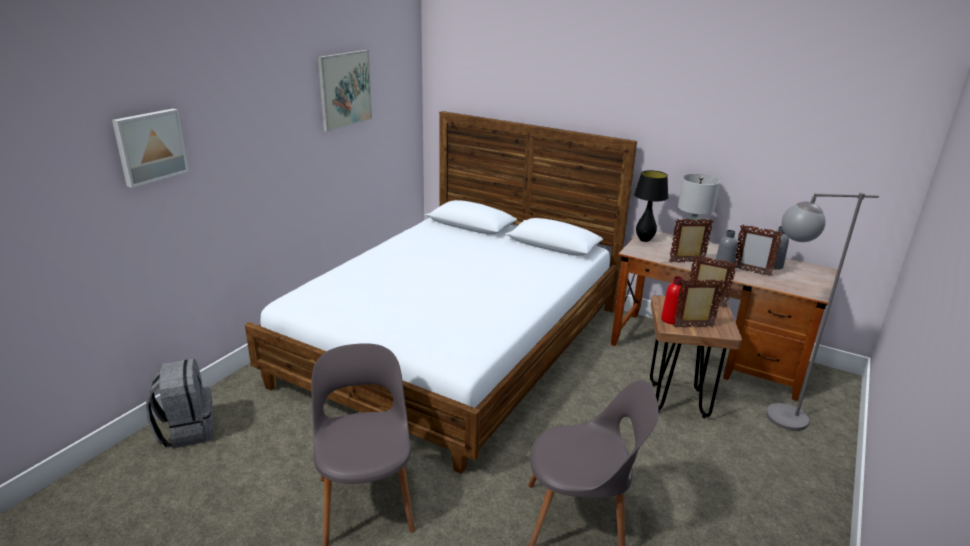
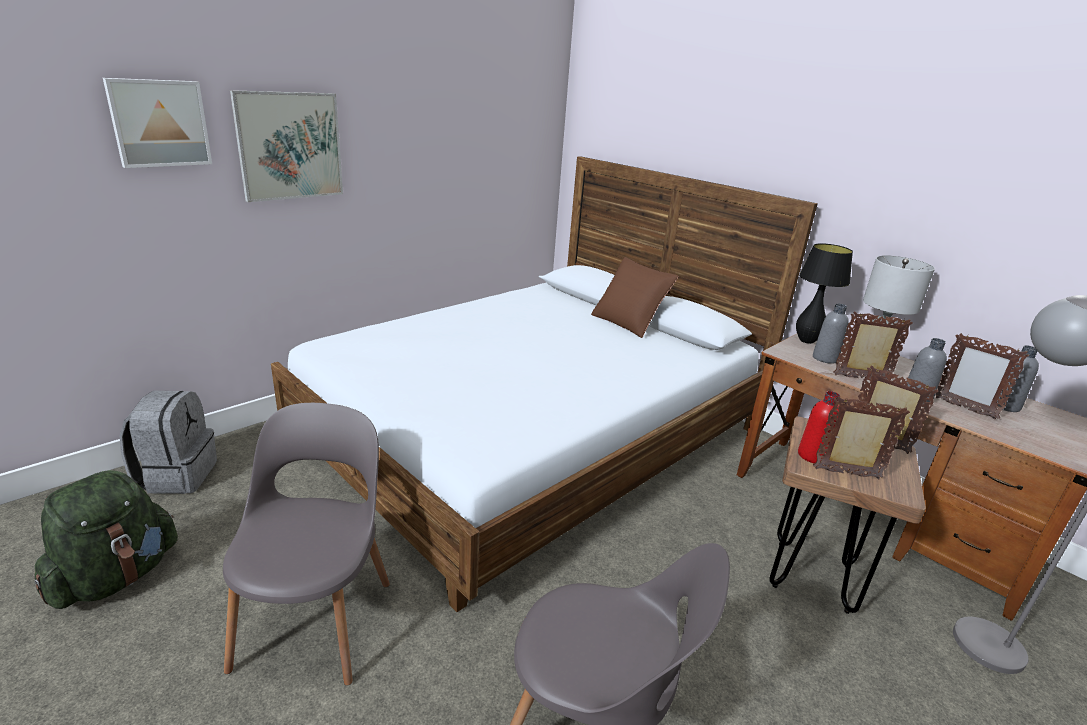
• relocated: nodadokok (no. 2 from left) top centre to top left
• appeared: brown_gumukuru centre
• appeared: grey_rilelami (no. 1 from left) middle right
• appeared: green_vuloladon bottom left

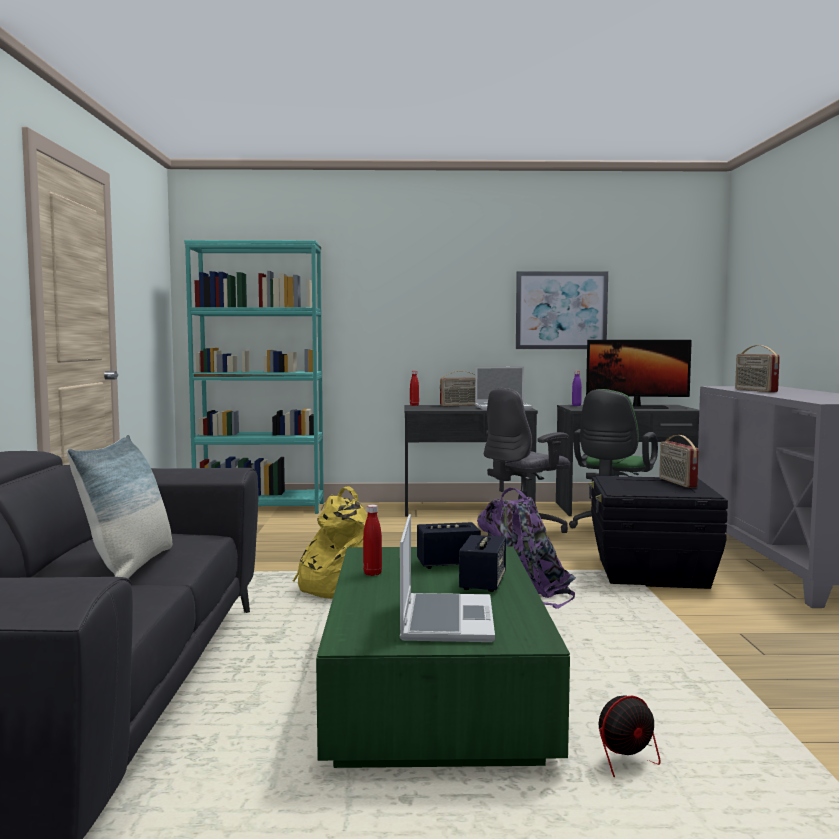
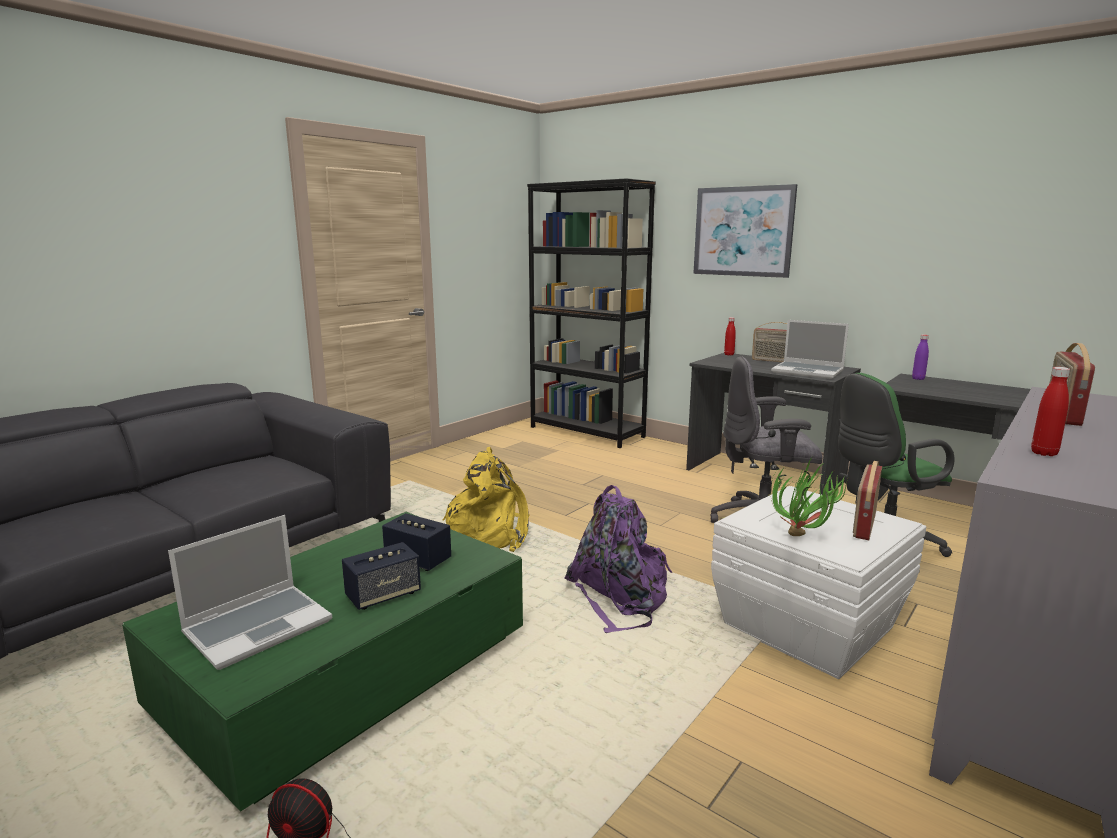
• colour: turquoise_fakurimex middle left to black_fakurimex centre
• relocated: nodadokok middle right to top right
• missing: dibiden middle right
• missing: gumukuru middle left
• colour: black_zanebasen middle right to white_zanebasen bottom right
• relocated: red_rilelami (no. 1 from left in the first image) centre to red_rilelami (no. 2 from left) middle right
• appeared: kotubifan middle right

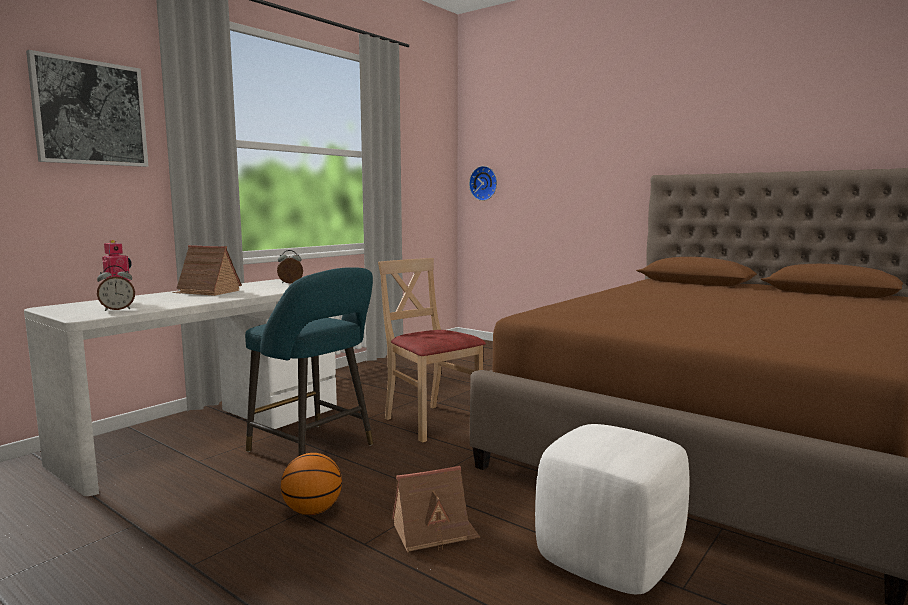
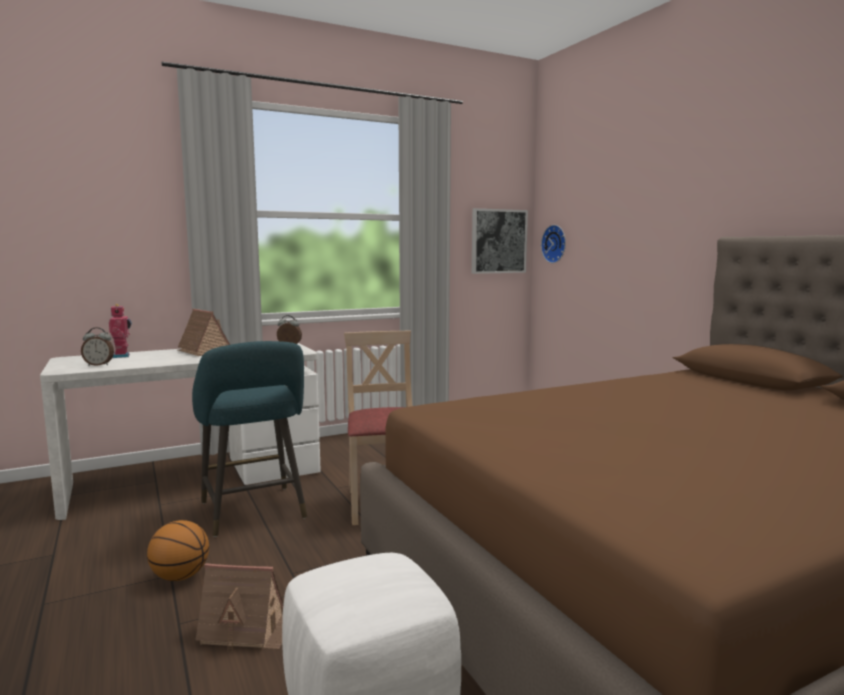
• relocated: nodadokok top left to centre

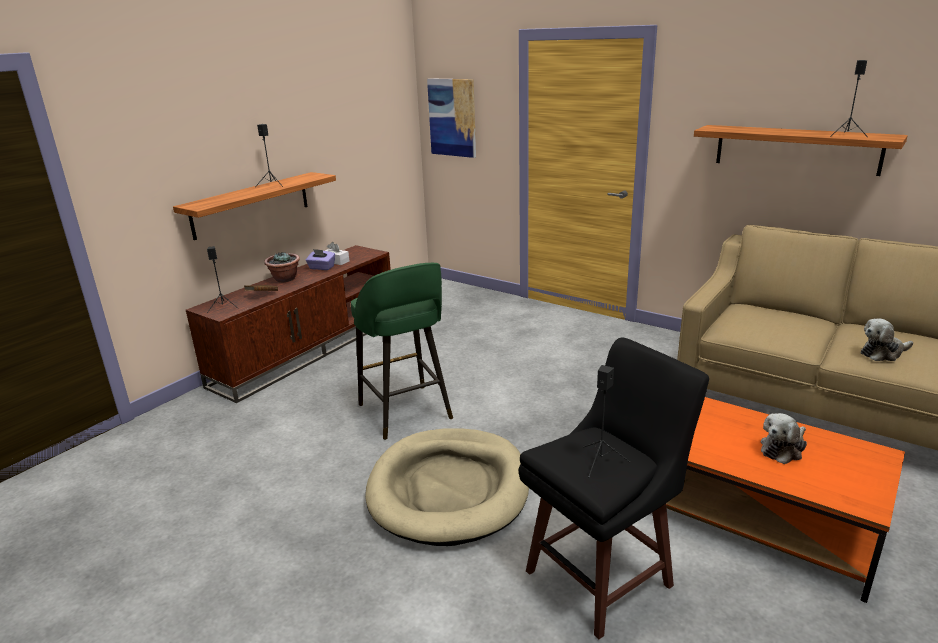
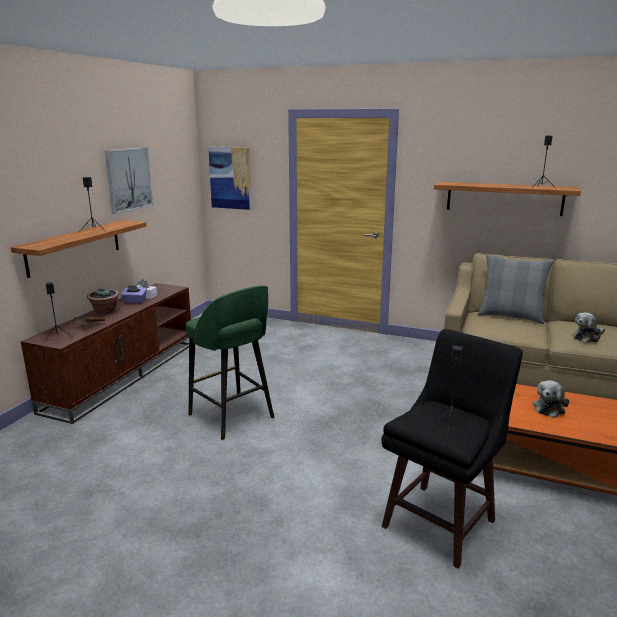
• missing: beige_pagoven bottom centre
• appeared: nodadokok (no. 1 from left) top left
• appeared: grey_gumukuru middle right

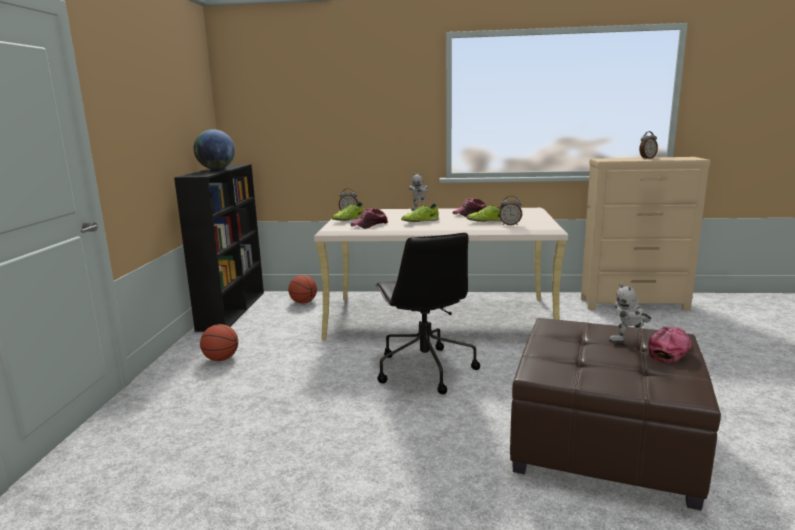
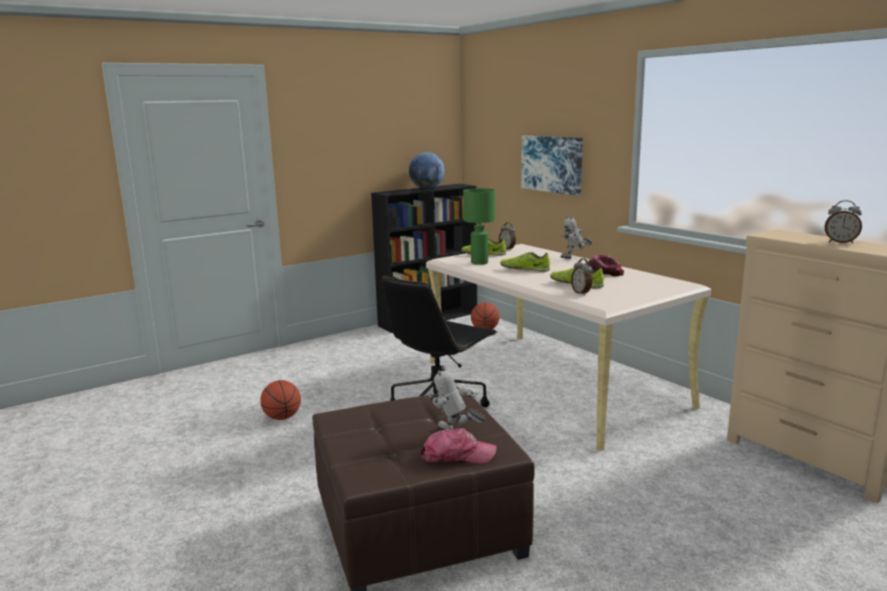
• exchanged: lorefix (no. 1 from left) centre to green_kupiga centre
• relocated: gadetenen (no. 1 from left) middle left to bottom left
• appeared: nodadokok top centre

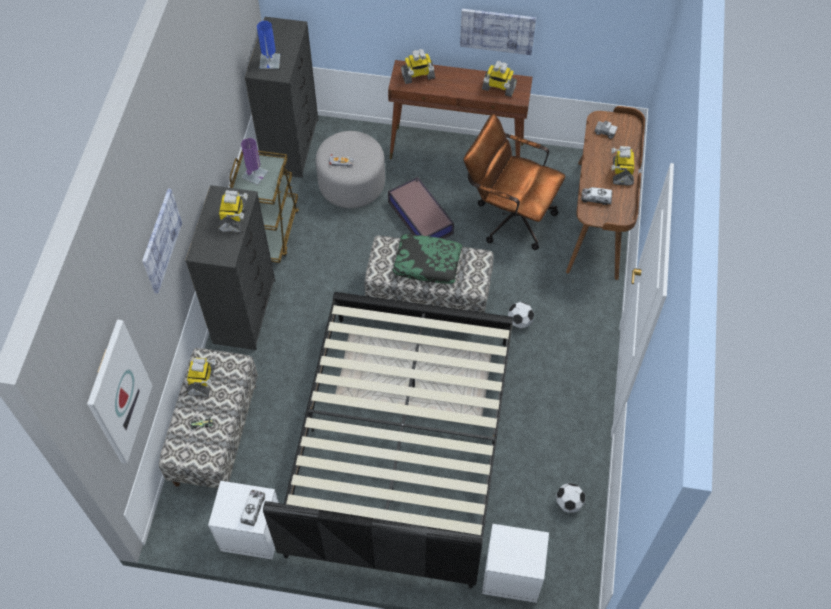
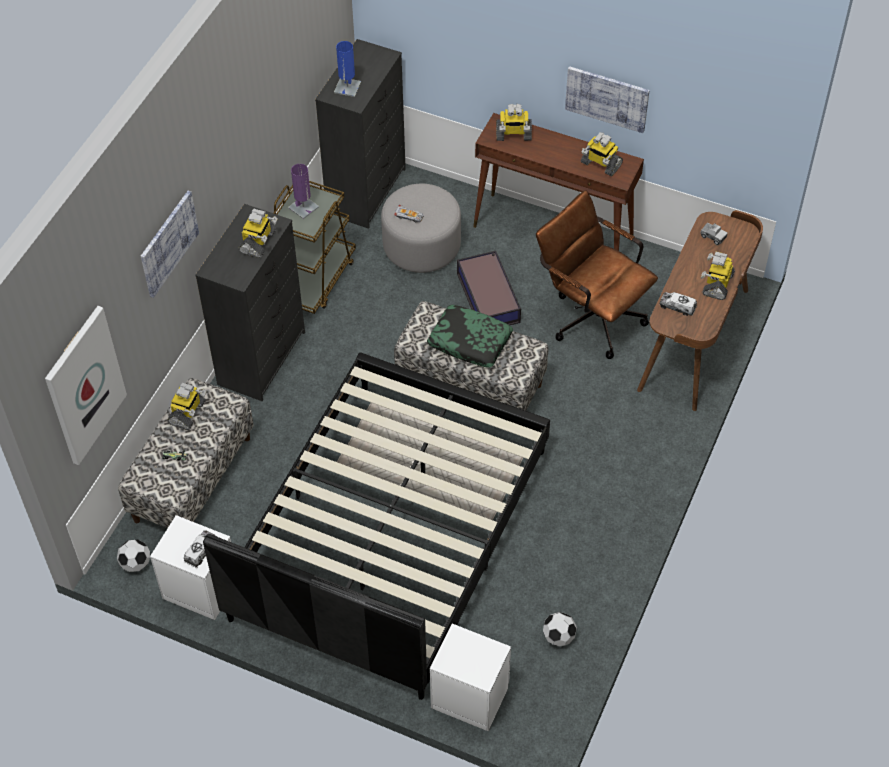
• relocated: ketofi (no. 1 from left) centre to bottom left

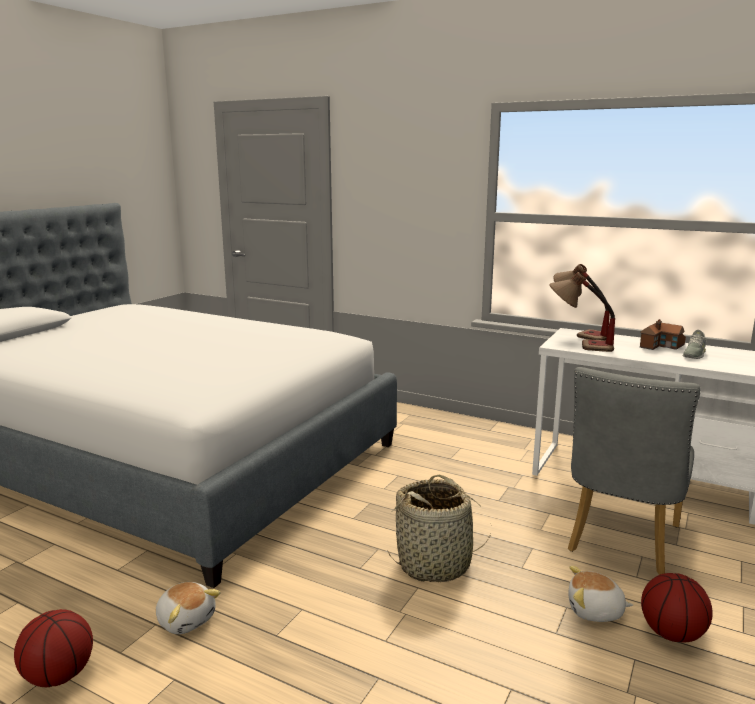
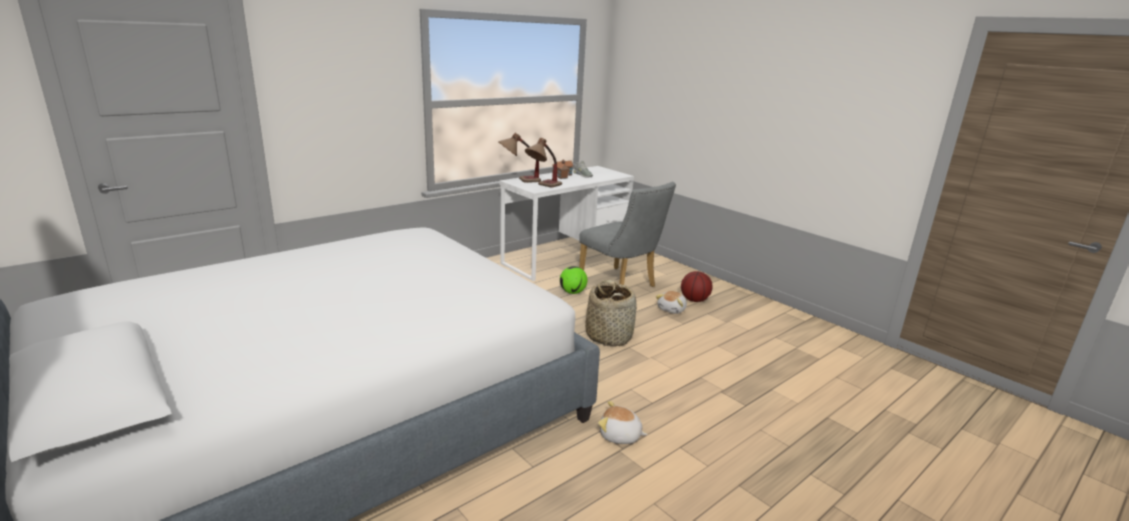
• spun: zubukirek (no. 1 from left) bottom left = bottom centre 135 degrees counterclockwise
• missing: gadetenen (no. 1 from left) bottom left
• appeared: ketofi centre

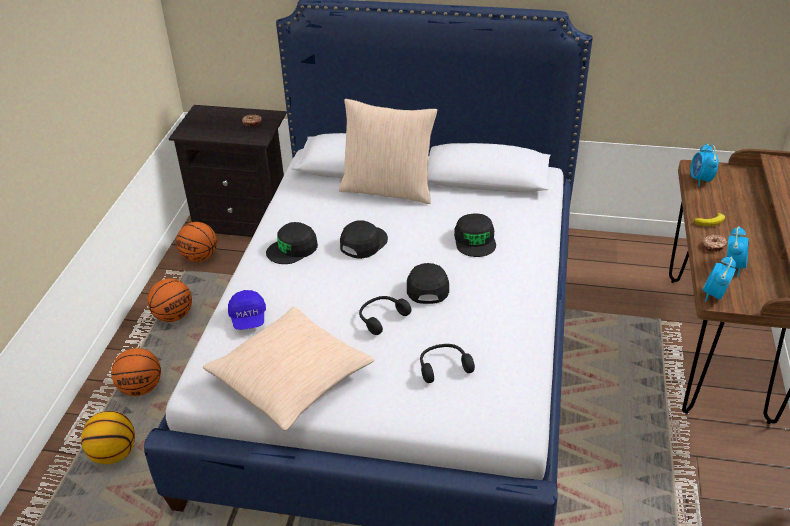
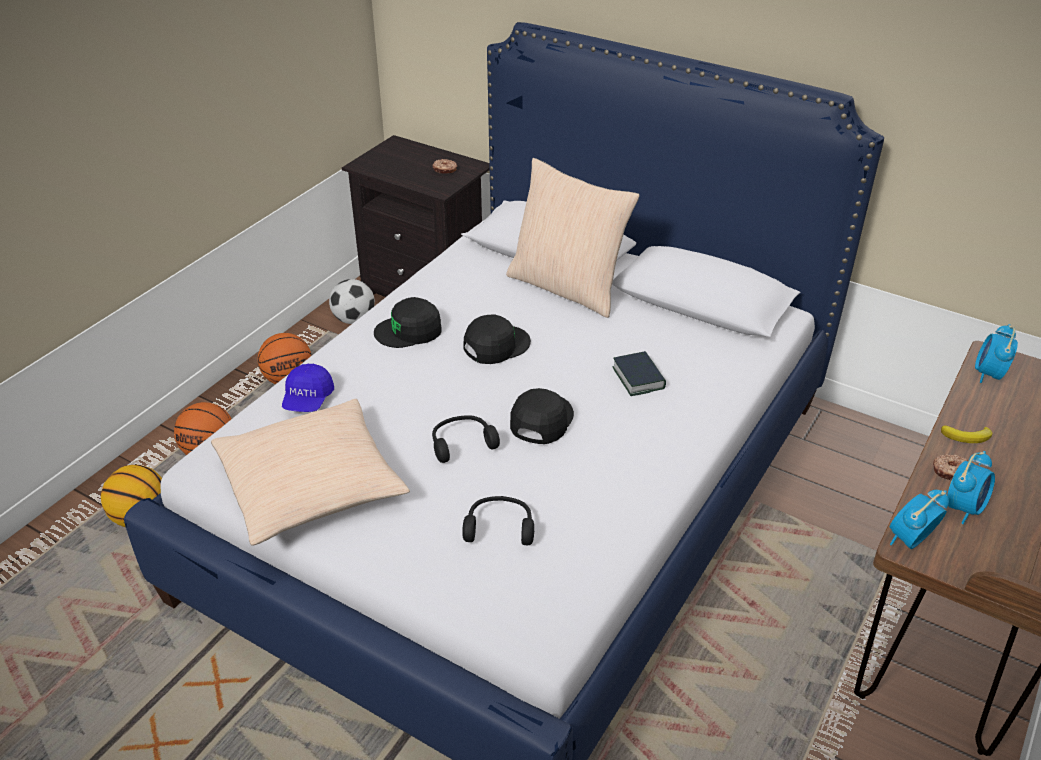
• exchanged: black_lorefix (no. 4 from left) centre to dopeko centre
• exchanged: gadetenen (no. 4 from left) middle left to ketofi centre

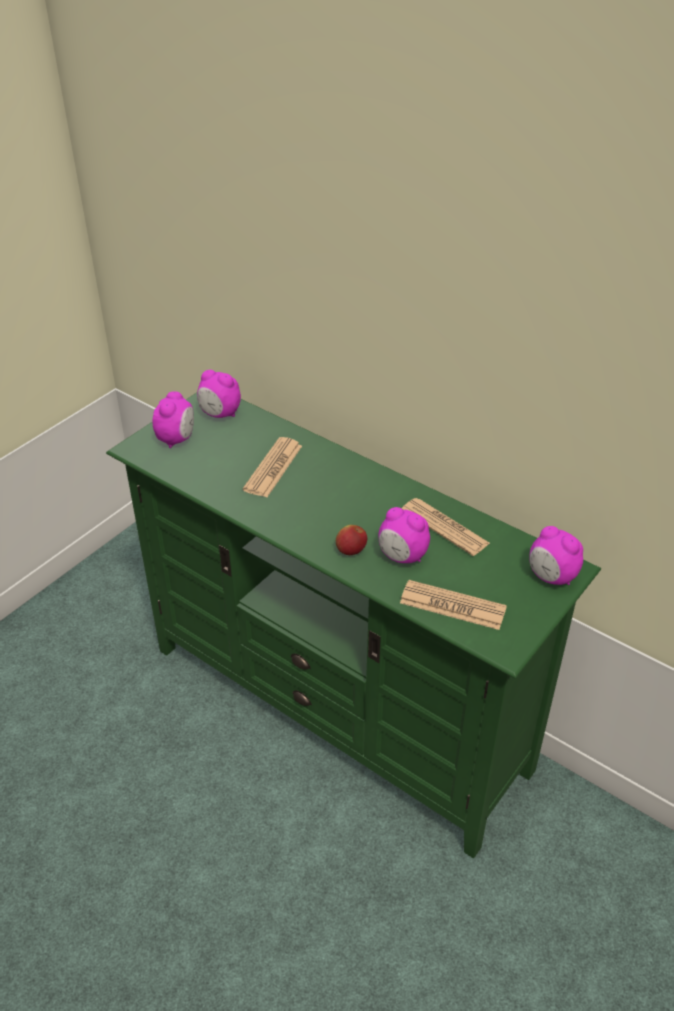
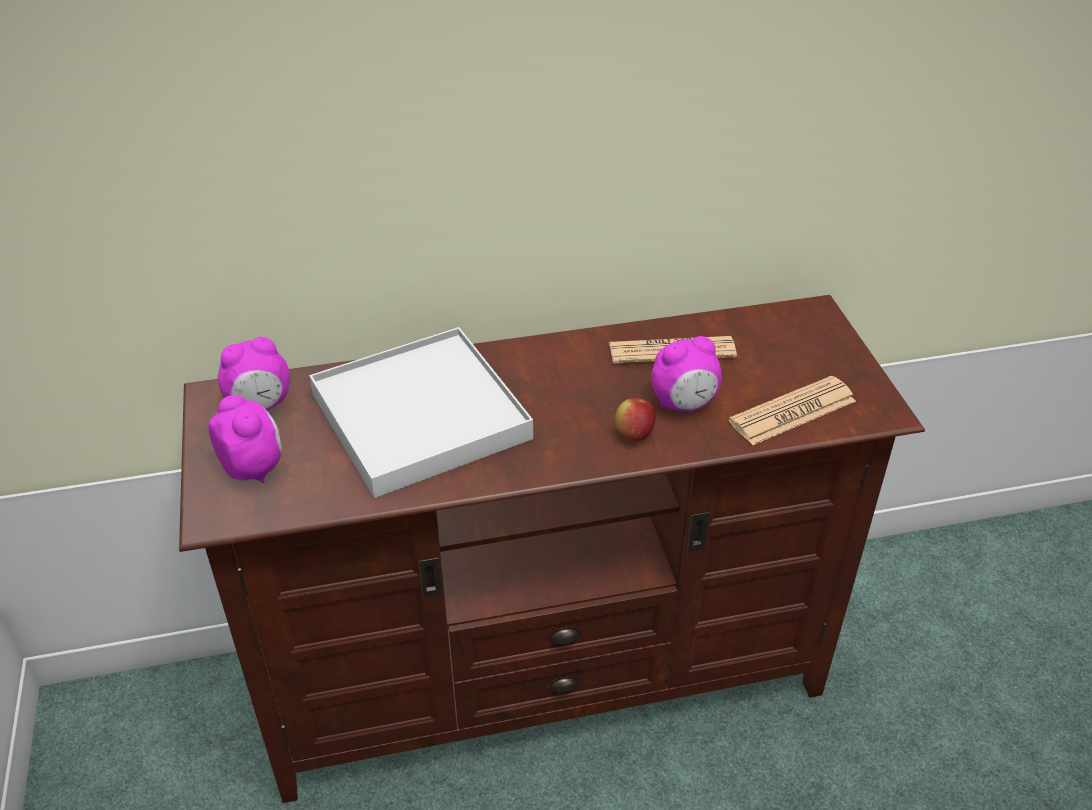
• colour: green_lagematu centre to brown_lagematu bottom centre
• exchanged: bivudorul (no. 1 from left) centre to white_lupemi centre
• missing: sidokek (no. 4 from left) middle right

